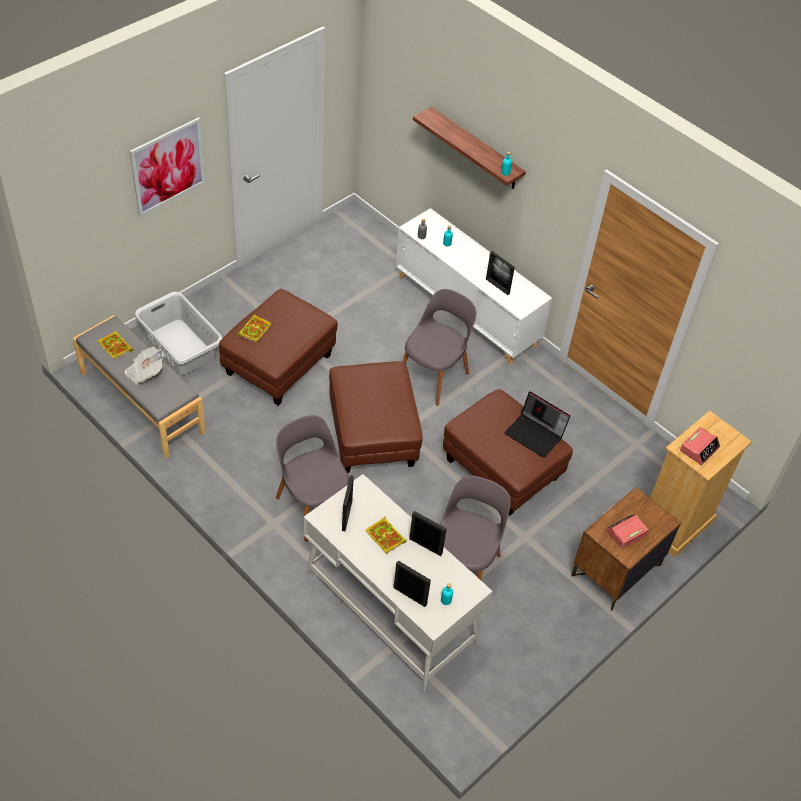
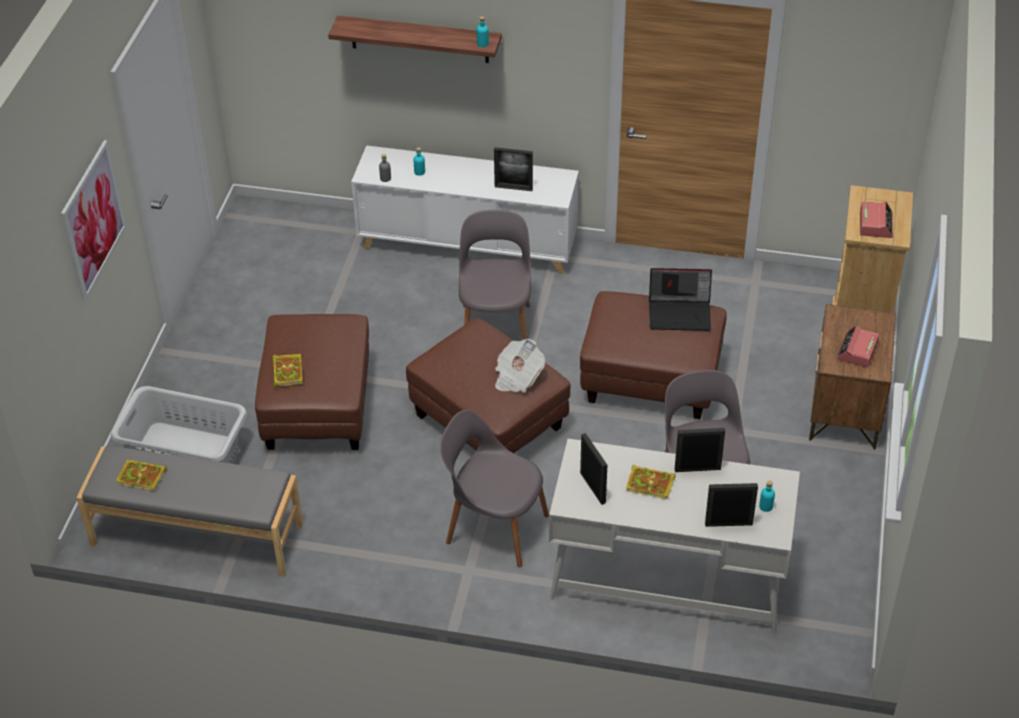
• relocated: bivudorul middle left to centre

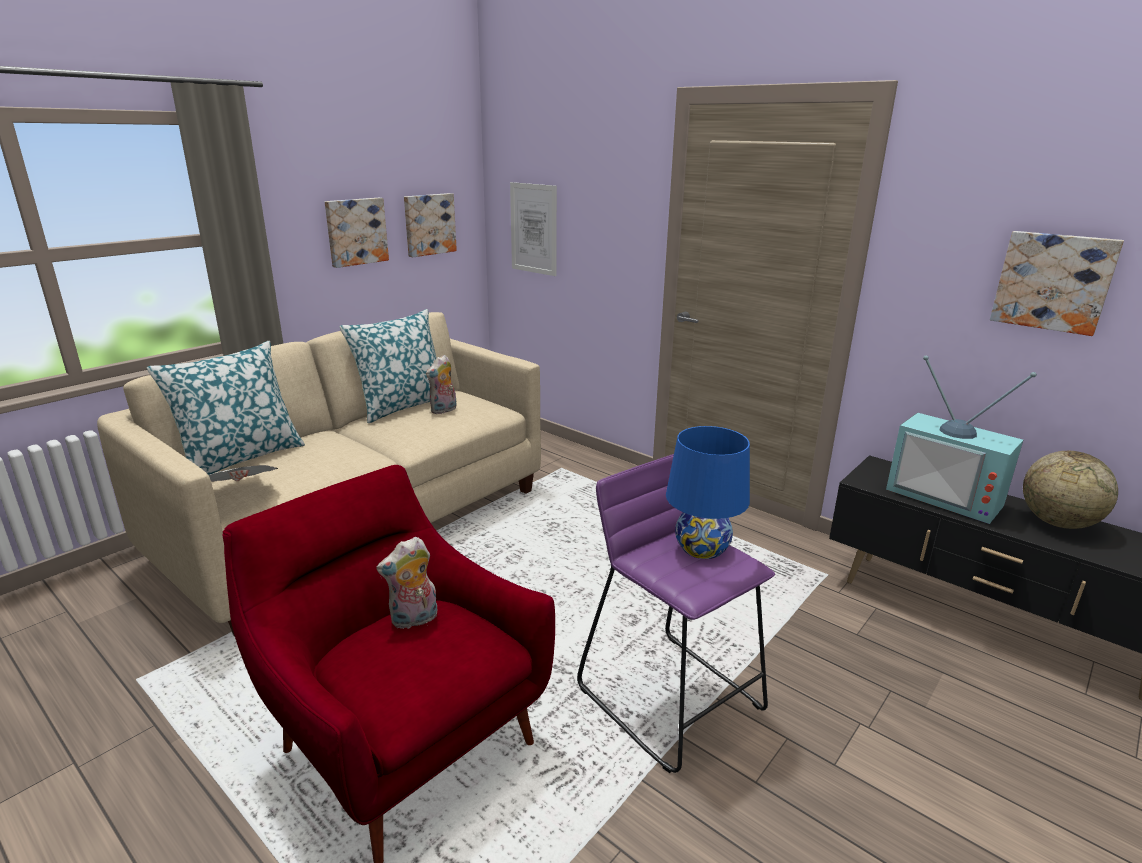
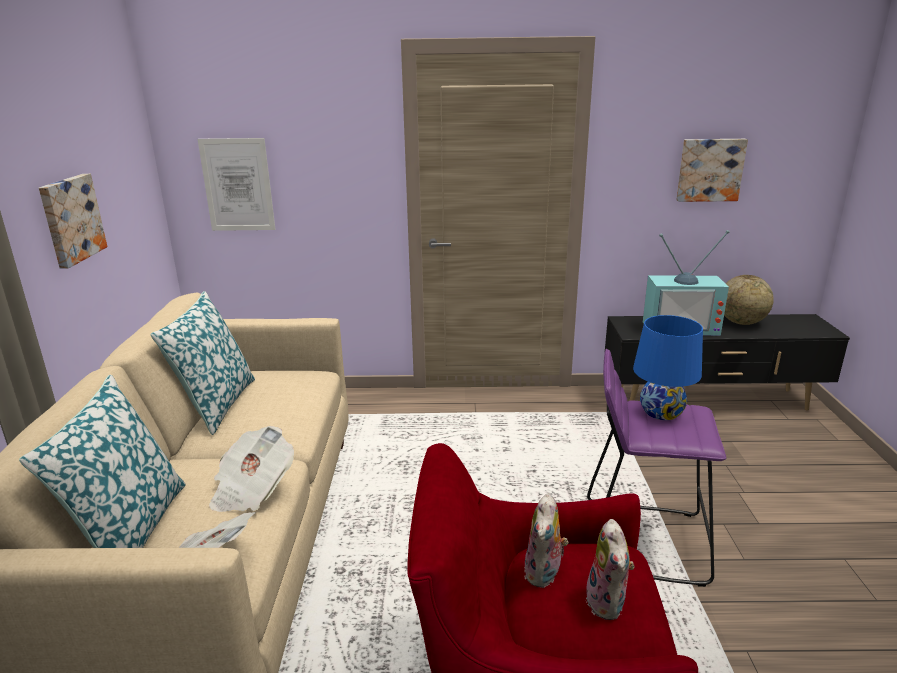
• missing: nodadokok (no. 2 from left) top centre
• relocated: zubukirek (no. 2 from left) centre to bottom right
• appeared: bivudorul (no. 2 from left) bottom left

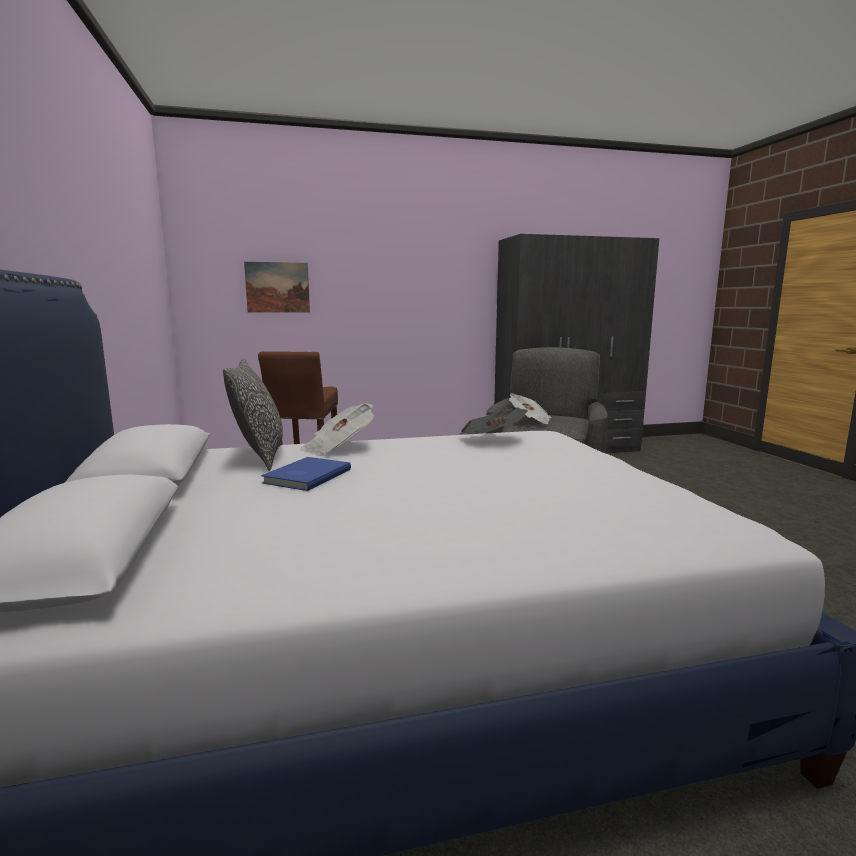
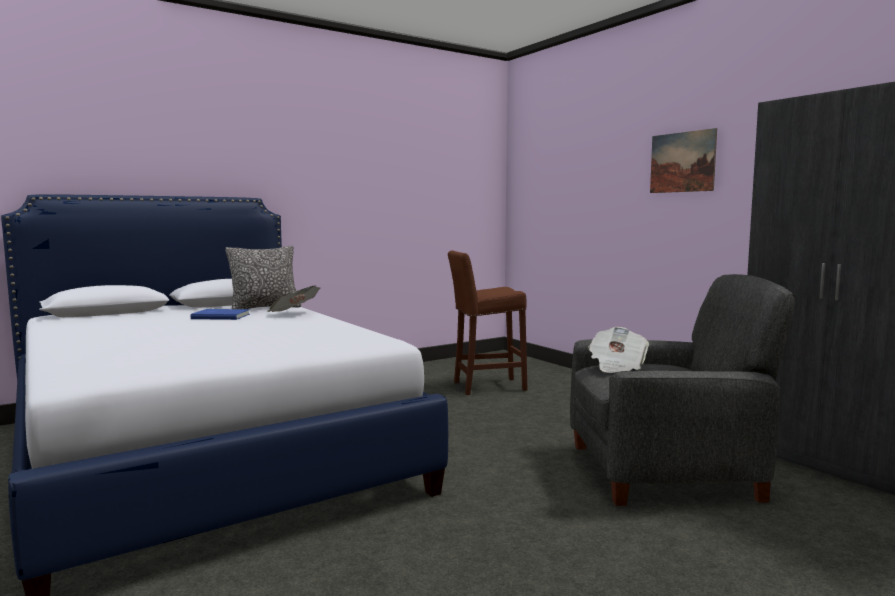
• relocated: nodadokok middle left to top right
• missing: bivudorul (no. 2 from left) centre

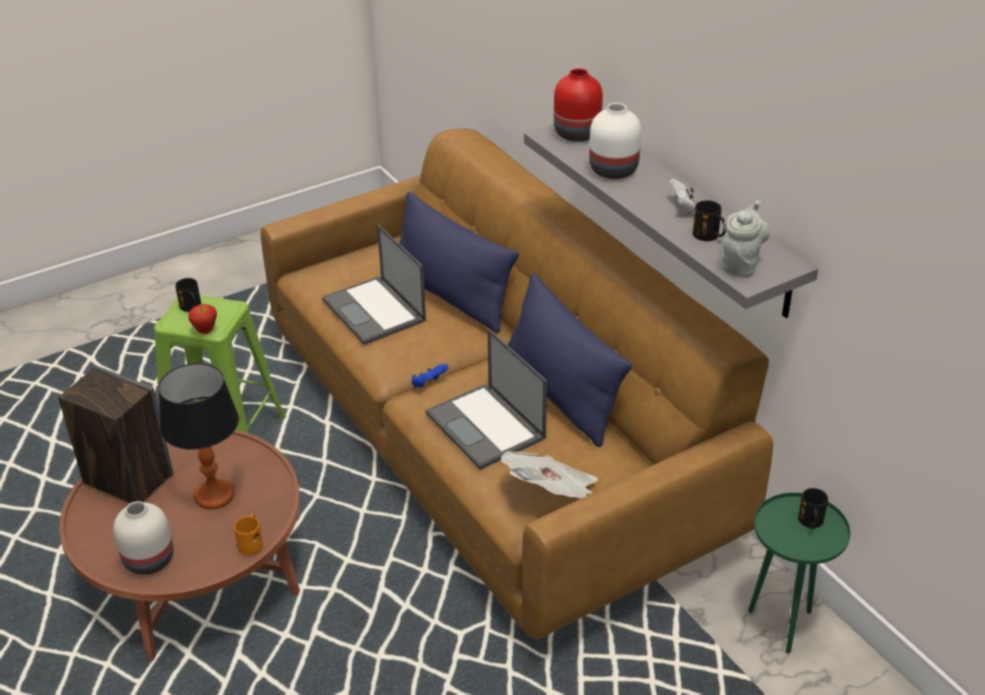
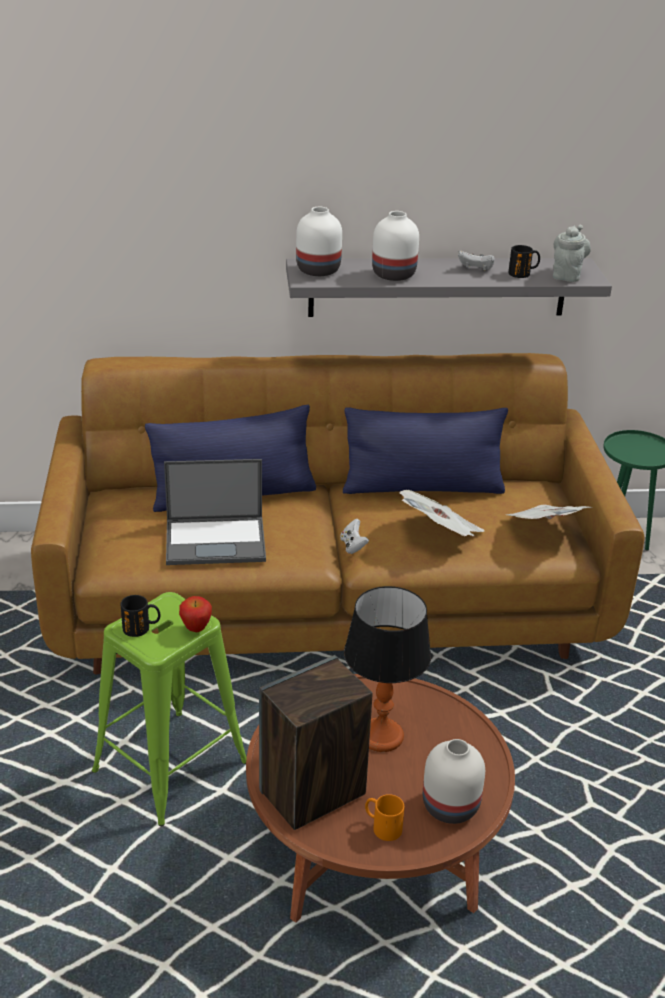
• colour: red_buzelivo top centre to white_buzelivo (no. 1 from left) top centre
• spun: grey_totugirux middle right = top right 60 degrees clockwise
• exchanged: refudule (no. 2 from left) centre to bivudorul (no. 1 from left) centre
• colour: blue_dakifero centre to white_dakifero (no. 1 from left) centre
• missing: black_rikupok (no. 3 from left) bottom right
• relocated: orange_rikupok bottom left to bottom centre

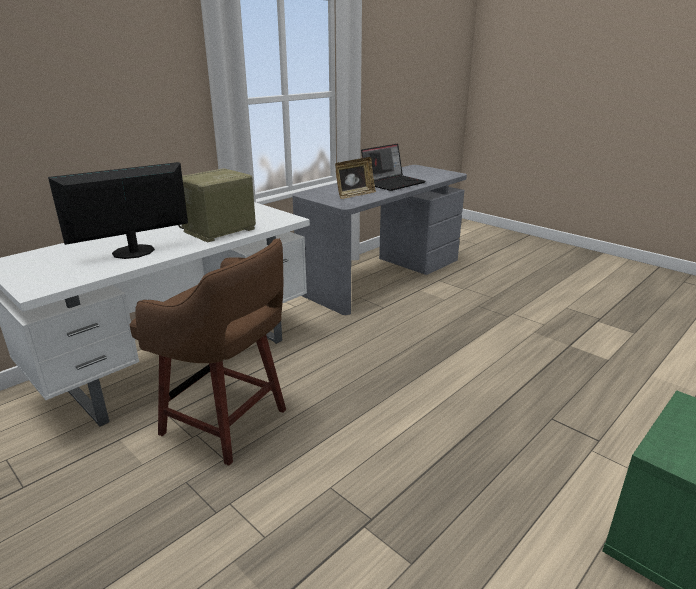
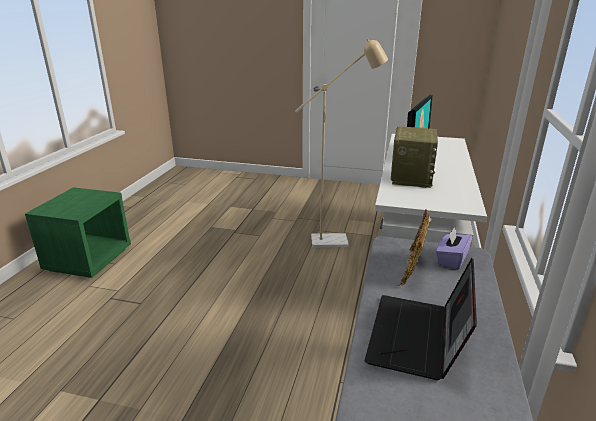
• exchanged: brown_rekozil middle left to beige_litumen centre
• appeared: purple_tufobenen middle right

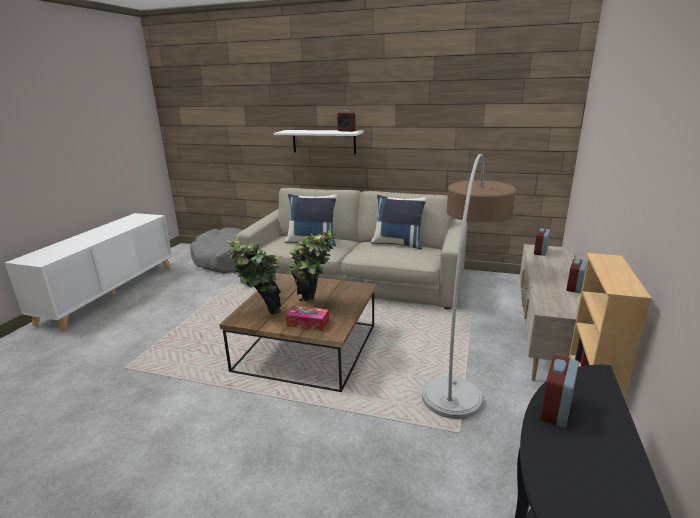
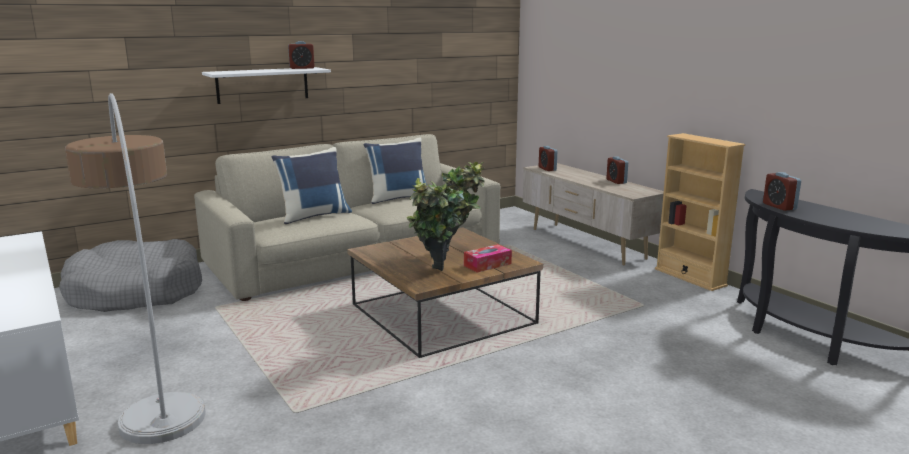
• relocated: litumen middle right to middle left

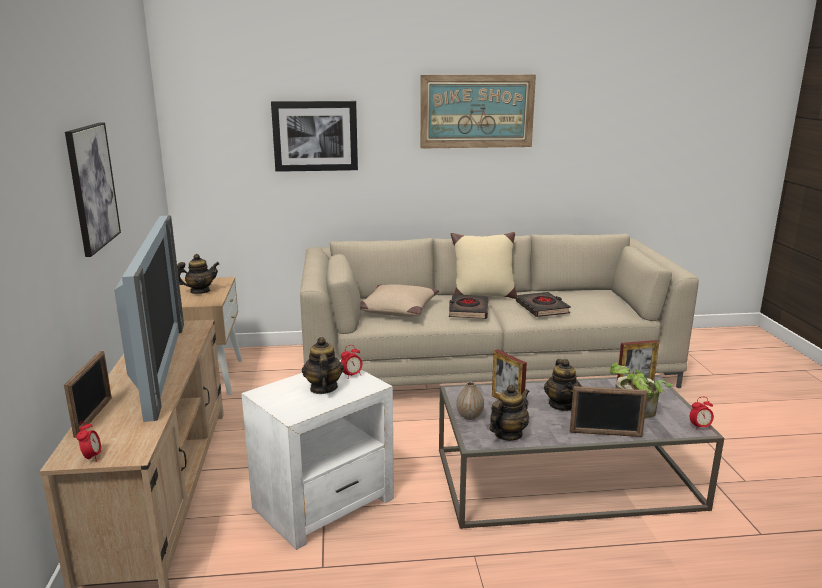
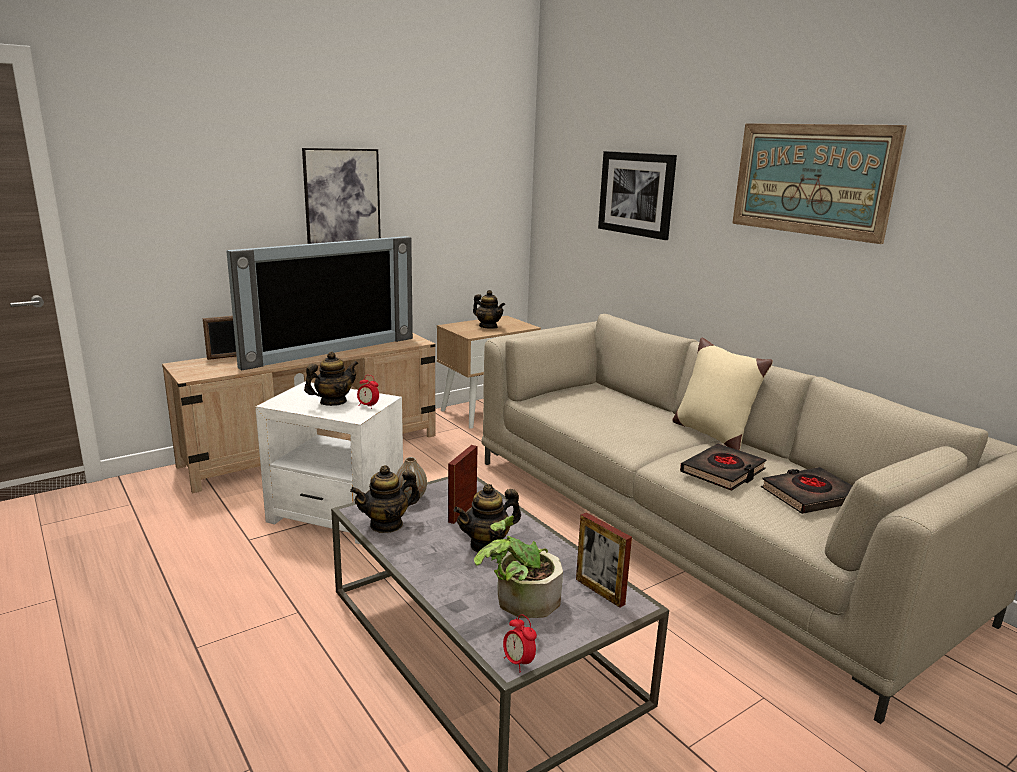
• missing: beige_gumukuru (no. 1 from left) centre
• relocated: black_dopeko (no. 1 from left in the first image) centre to black_dopeko (no. 2 from left) middle right
• spun: totugirux (no. 3 from left in the first image) bottom centre = centre 135 degrees clockwise
• missing: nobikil (no. 3 from left) bottom right
• missing: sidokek (no. 1 from left) bottom left

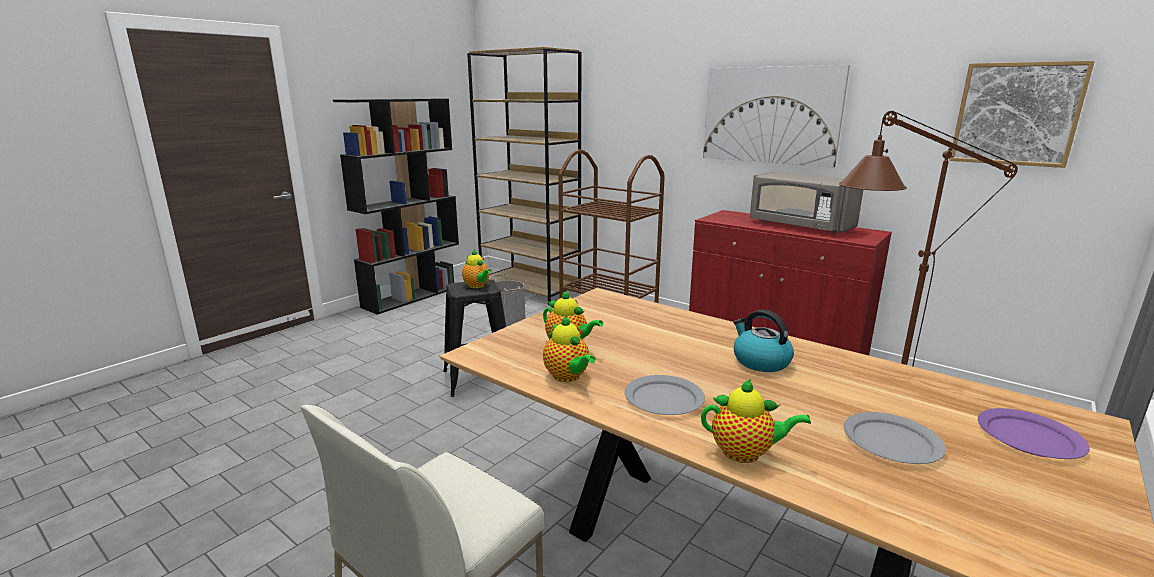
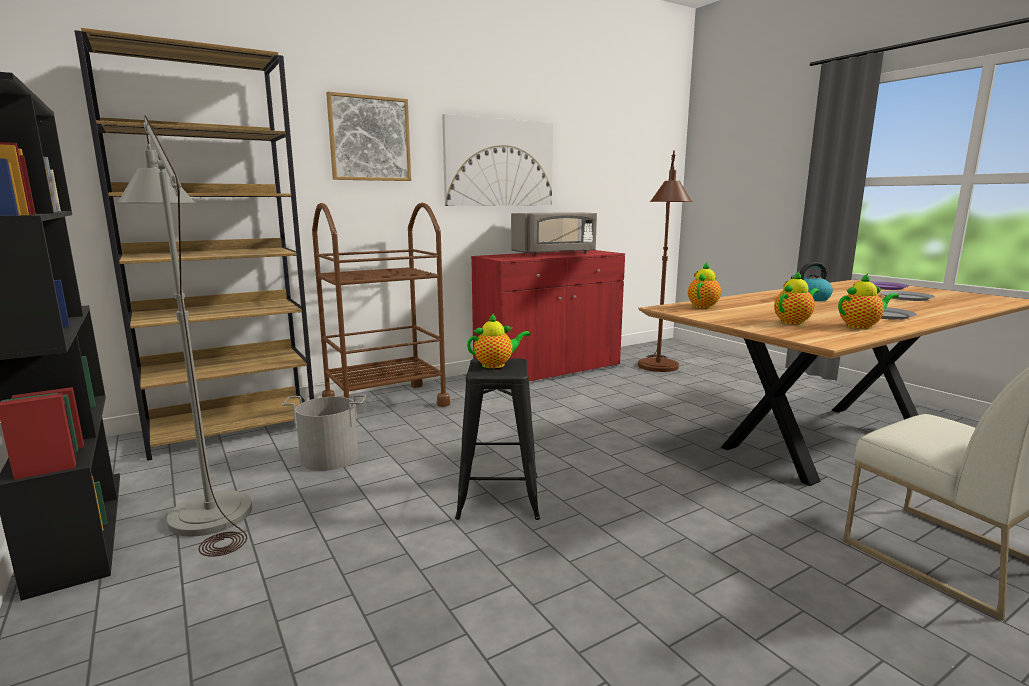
• relocated: nodadokok (no. 2 from left in the first image) top right to nodadokok (no. 1 from left) top centre
• relocated: totugirux (no. 4 from left in the first image) bottom centre to totugirux (no. 2 from left) middle right
• appeared: grey_litumen middle left

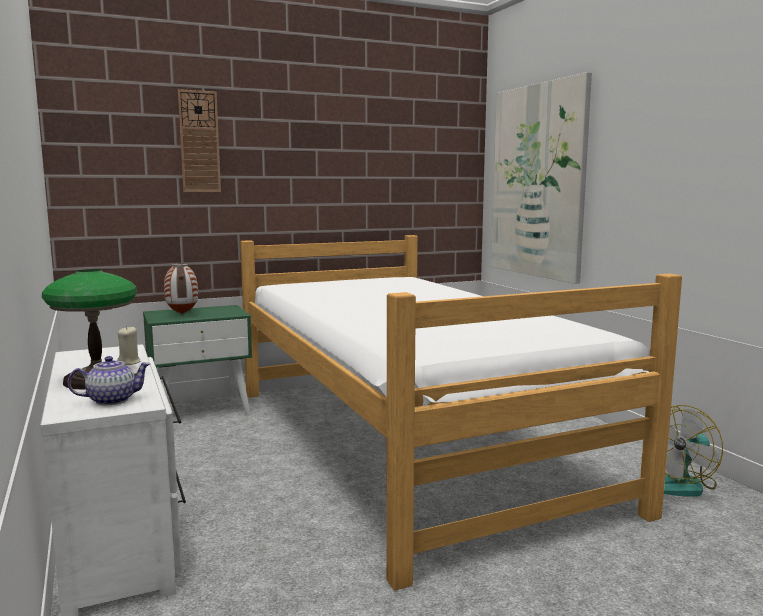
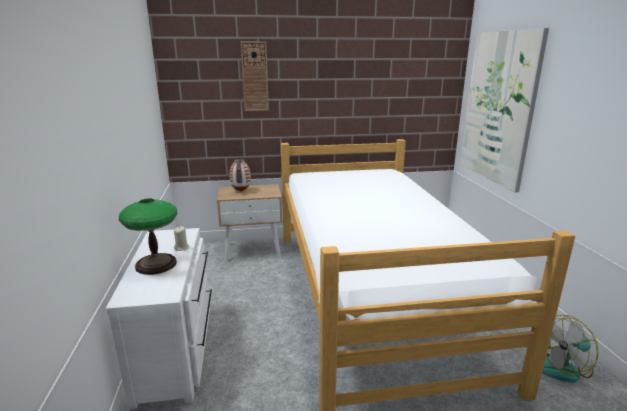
• colour: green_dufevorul middle left to beige_dufevorul centre
• missing: totugirux middle left

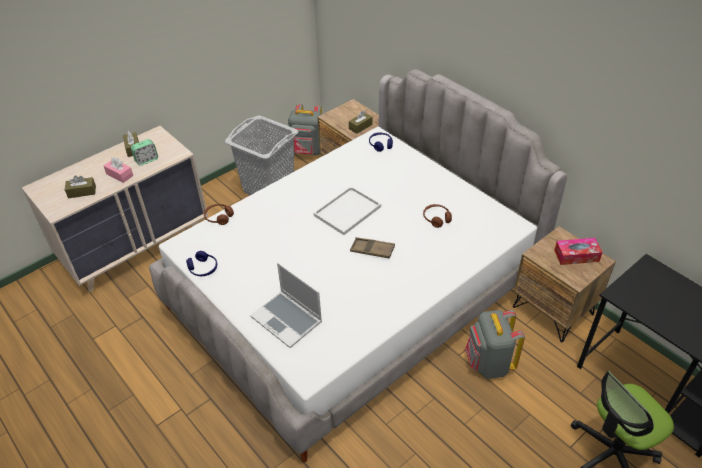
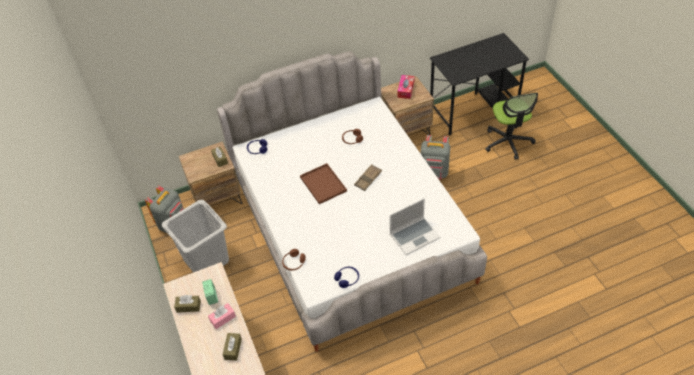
• colour: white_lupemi centre to brown_lupemi (no. 1 from left) centre

